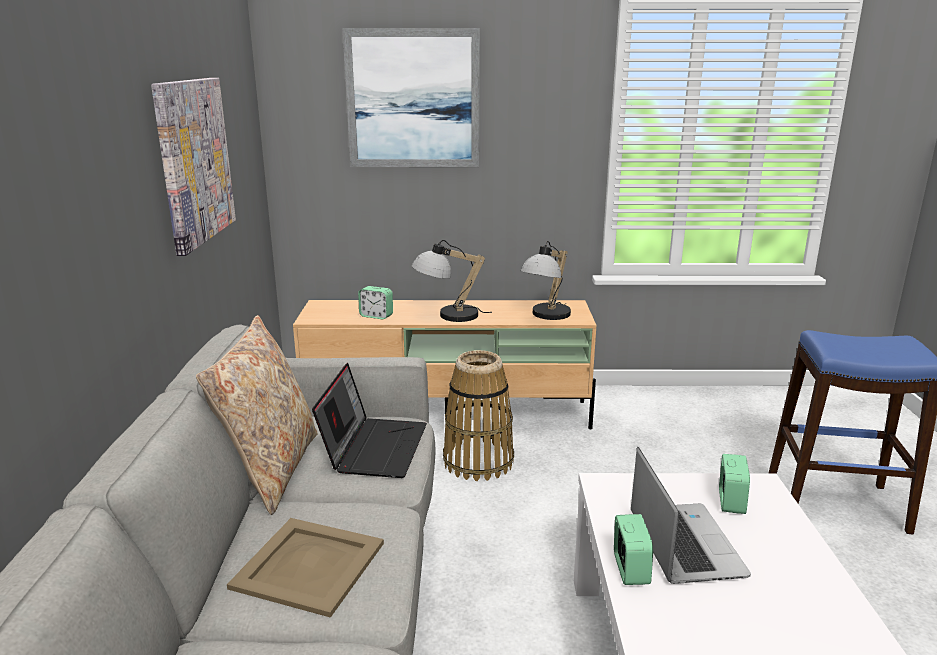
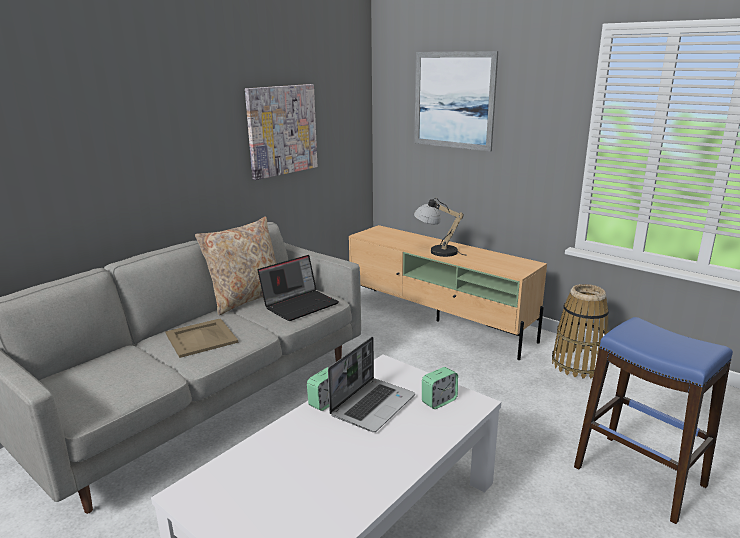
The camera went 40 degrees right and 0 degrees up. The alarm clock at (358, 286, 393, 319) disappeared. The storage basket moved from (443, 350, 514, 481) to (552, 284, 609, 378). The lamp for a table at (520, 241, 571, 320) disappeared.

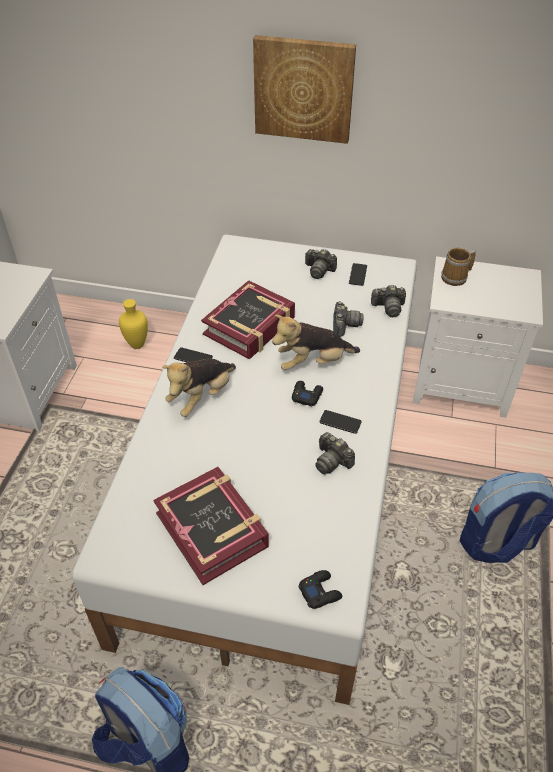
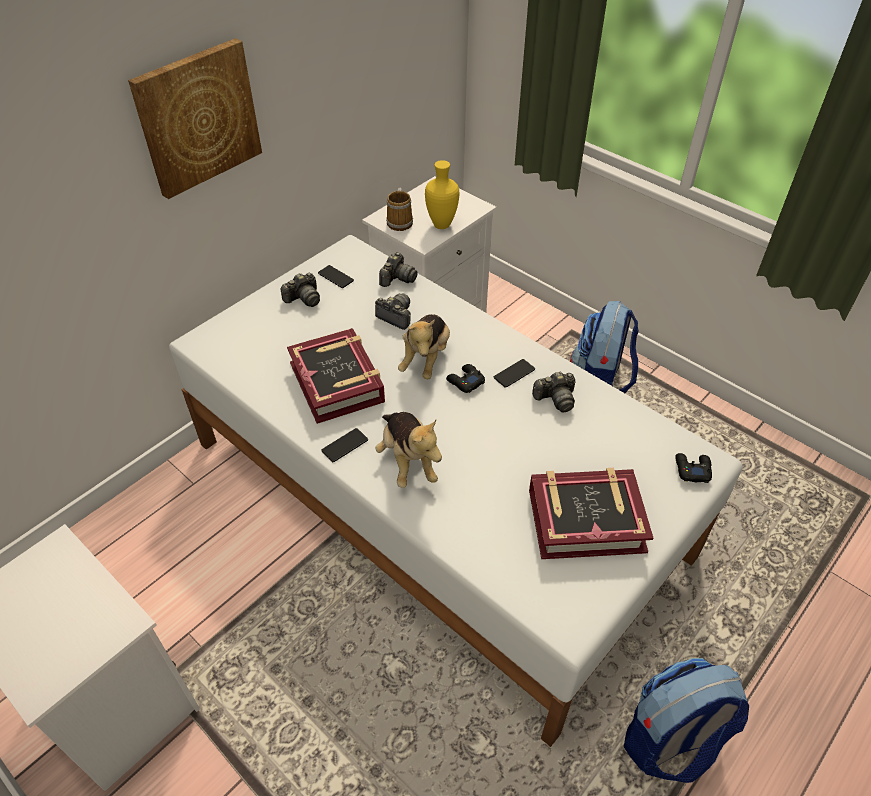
The camera went 60 degrees left and 0 degrees up. The yellowish vase moved from (119, 299, 148, 349) to (425, 160, 459, 229).

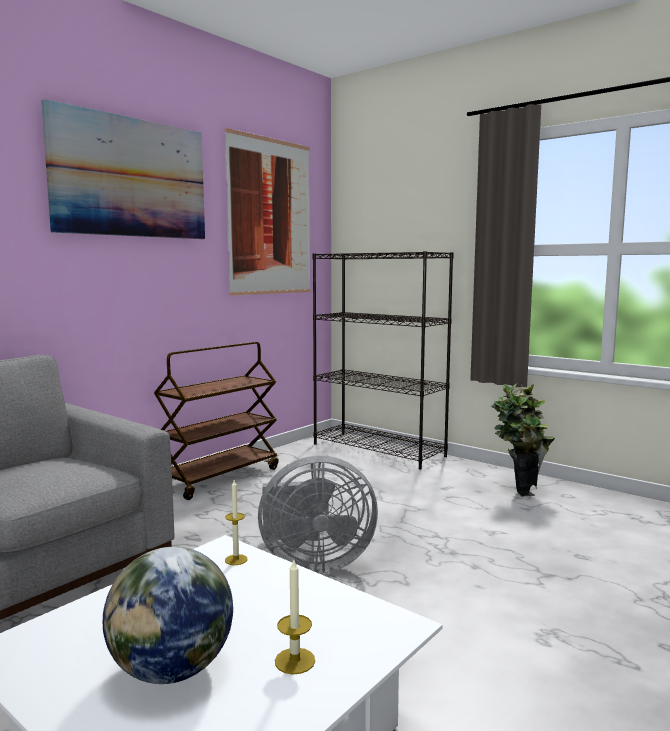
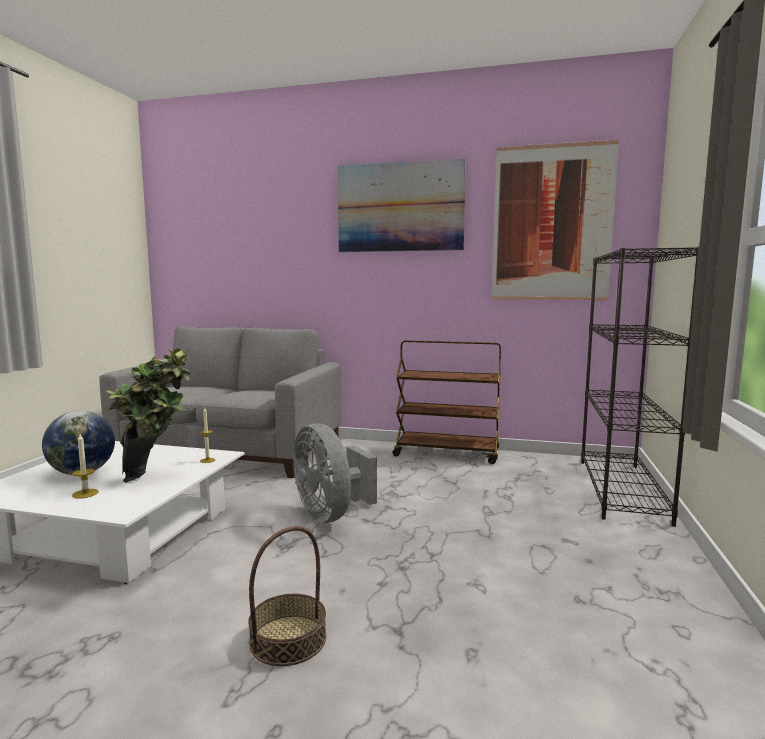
The camera went 65 degrees right and 0 degrees up. The plant in a pot moved from (491, 384, 555, 497) to (106, 348, 190, 483). The storage basket at (248, 526, 326, 666) appeared.

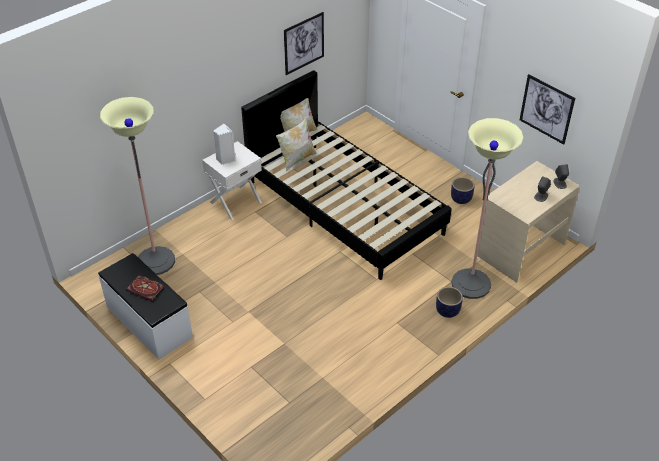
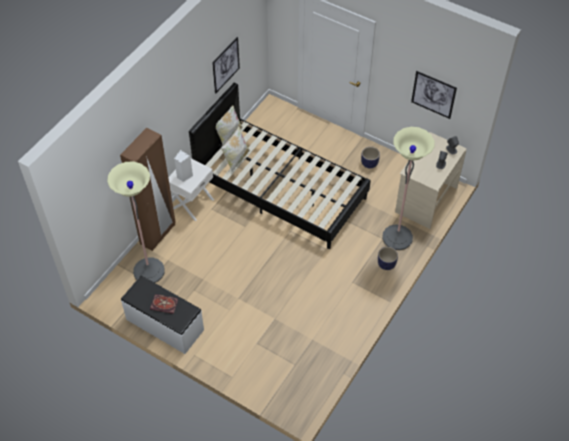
The camera went 15 degrees left and 10 degrees up. The brown wardrobe at (120, 128, 176, 251) appeared.

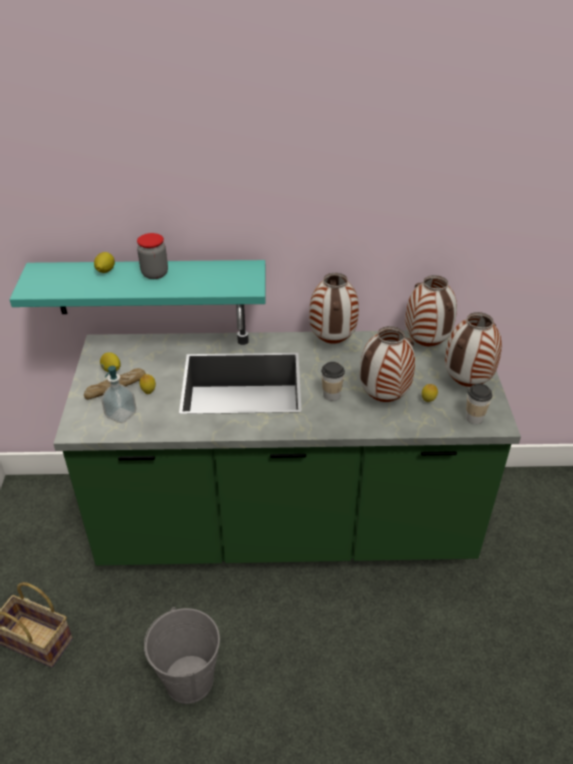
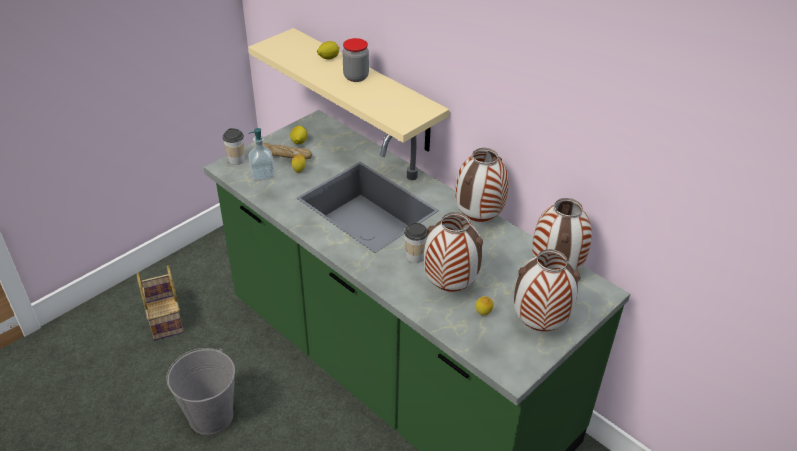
The camera went 45 degrees right and 0 degrees up. The blue-green bracket shelf at (9, 260, 265, 314) became the beige-coloured bracket shelf at (248, 28, 449, 152). The cup moved from (466, 384, 492, 424) to (223, 128, 245, 165).

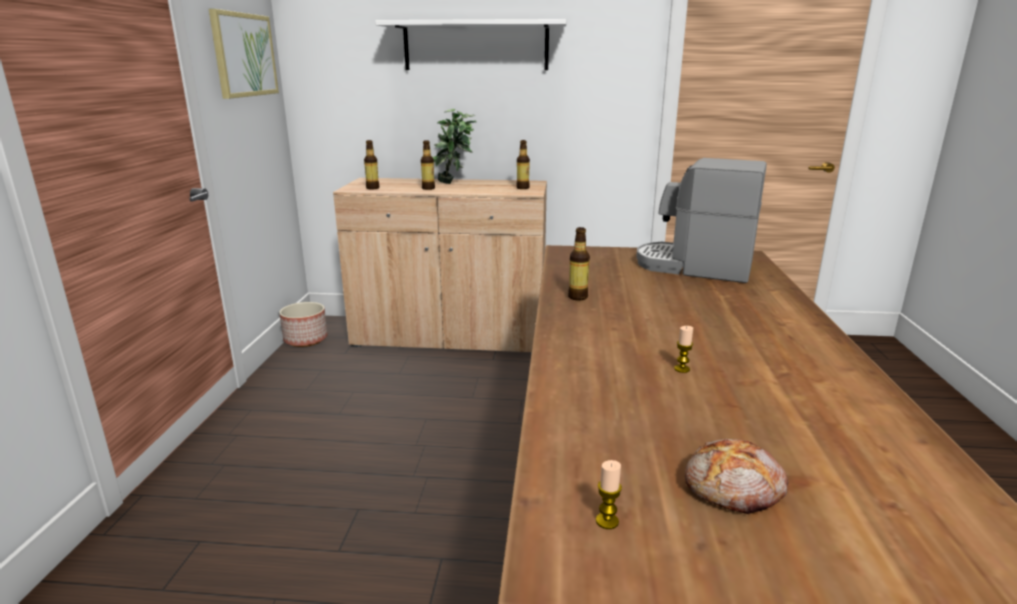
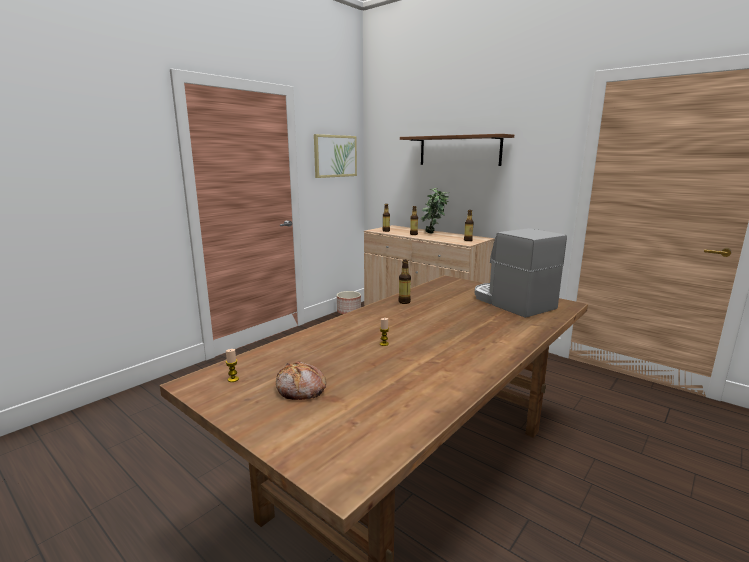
The camera went 35 degrees right and 5 degrees down. The white bracket shelf at (375, 19, 566, 70) became the brown bracket shelf at (400, 134, 514, 166).

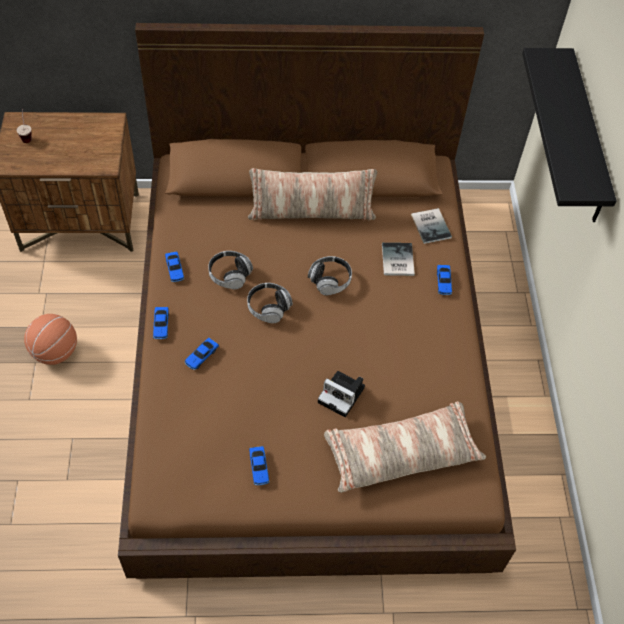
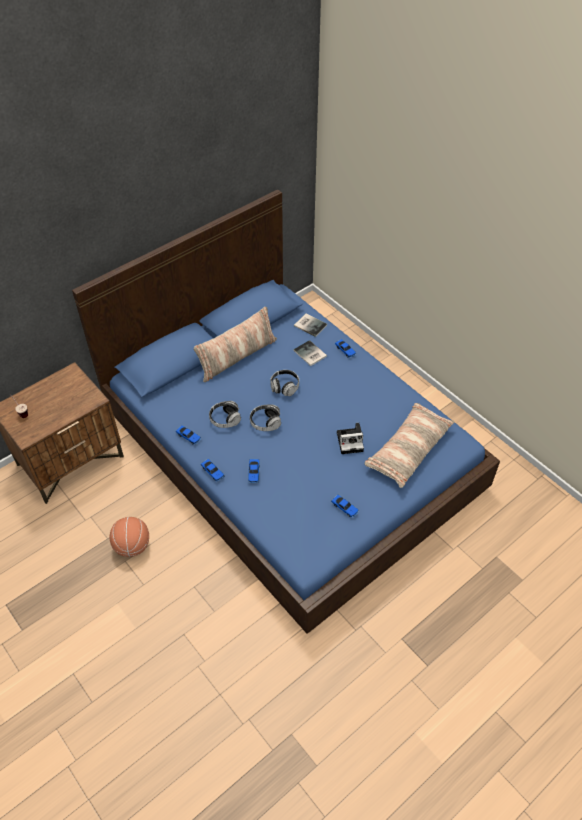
The camera went 35 degrees left and 5 degrees down. The brown bed at (118, 23, 516, 579) became the bluish bed at (72, 189, 500, 634). The black bracket shelf at (522, 48, 617, 222) disappeared.

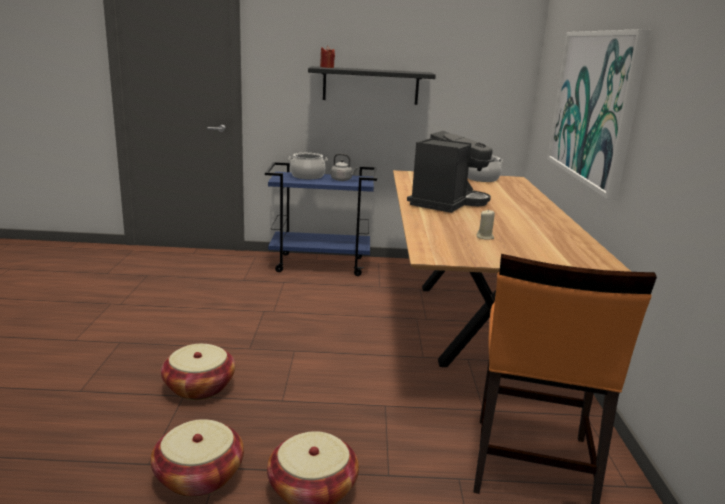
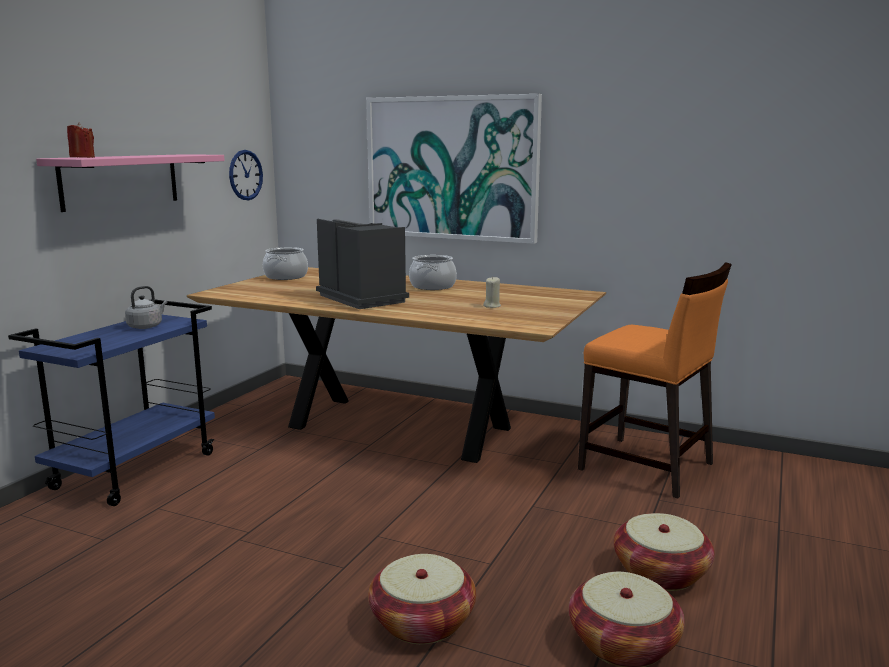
The camera went 65 degrees left and 5 degrees down. The saucepot moved from (288, 153, 328, 179) to (409, 255, 457, 290). The black bracket shelf at (308, 66, 436, 105) became the pink bracket shelf at (36, 154, 225, 212). The wall clock at (229, 150, 263, 200) appeared.

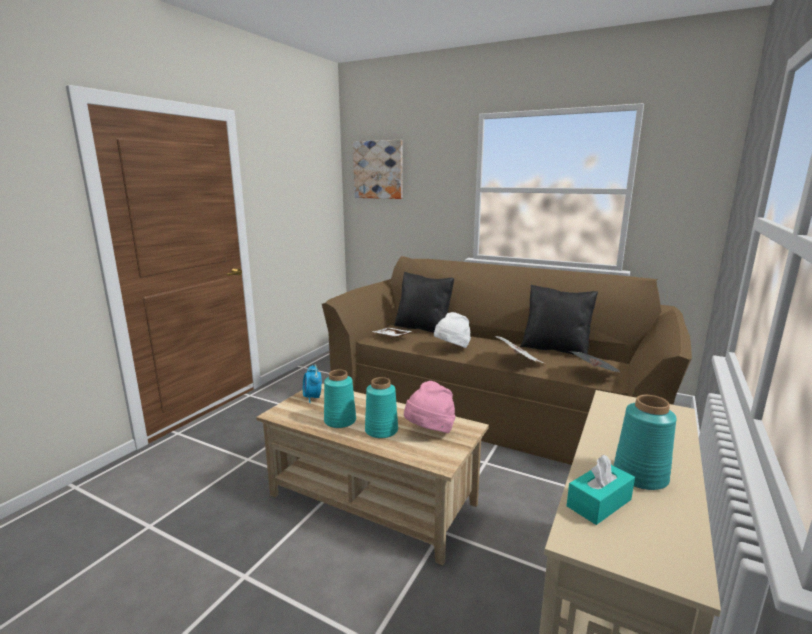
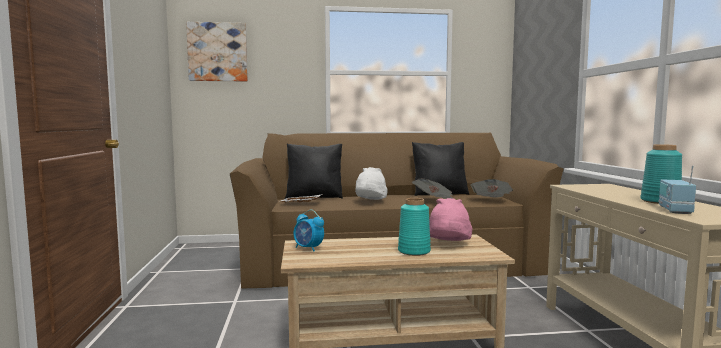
The camera went 35 degrees left and 10 degrees down. The blue-green vase at (324, 370, 356, 428) disappeared. The blue-green box of tissues at (567, 455, 635, 525) was replaced by the radio receiver at (658, 166, 696, 214).

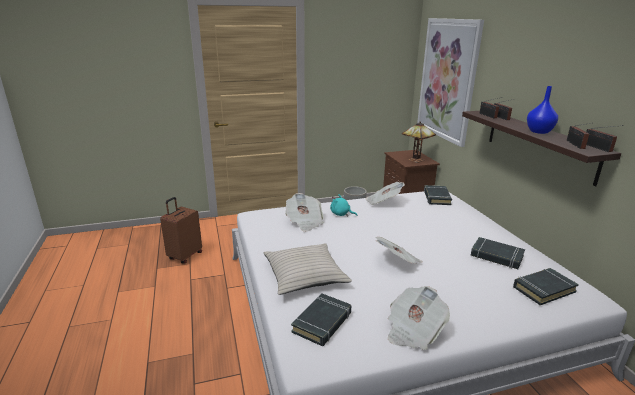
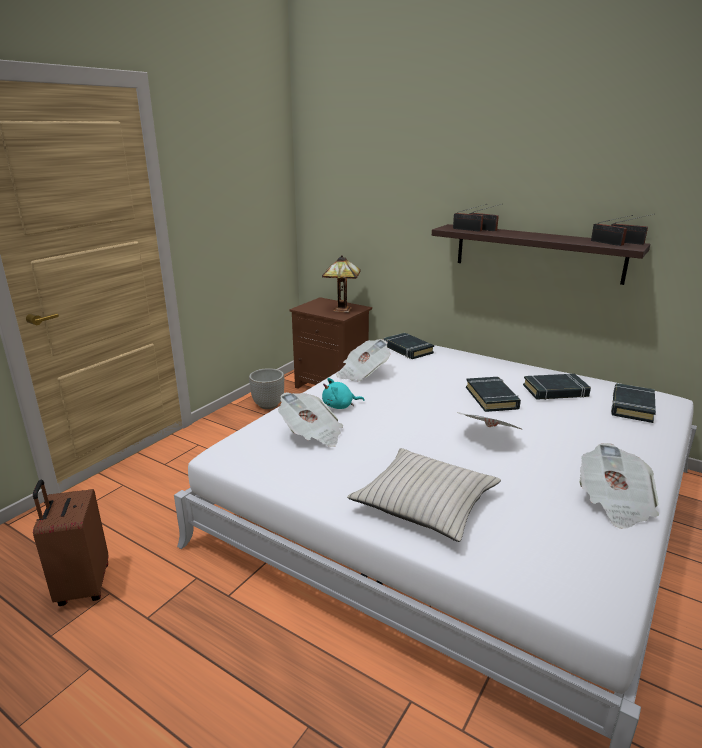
The camera went 40 degrees left and 0 degrees up. The black bound book moved from (291, 293, 351, 346) to (466, 377, 521, 412). The wall art at (417, 18, 484, 147) disappeared. The bluish vase at (527, 86, 558, 134) disappeared.

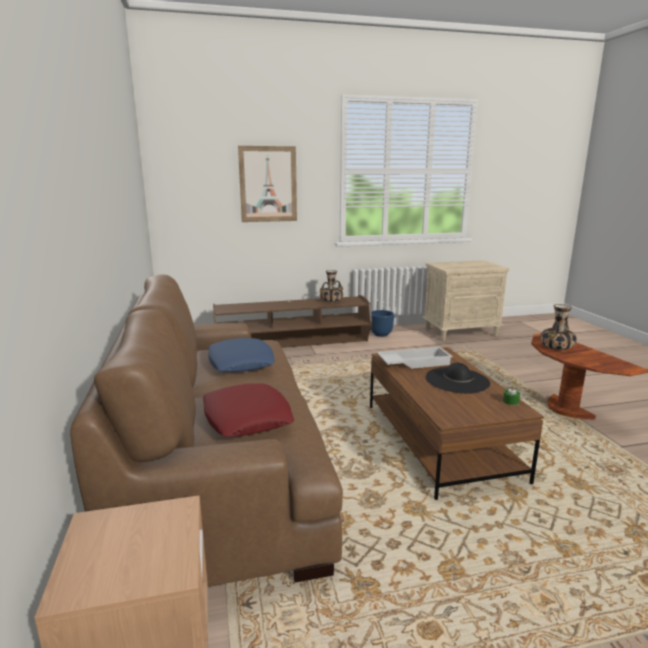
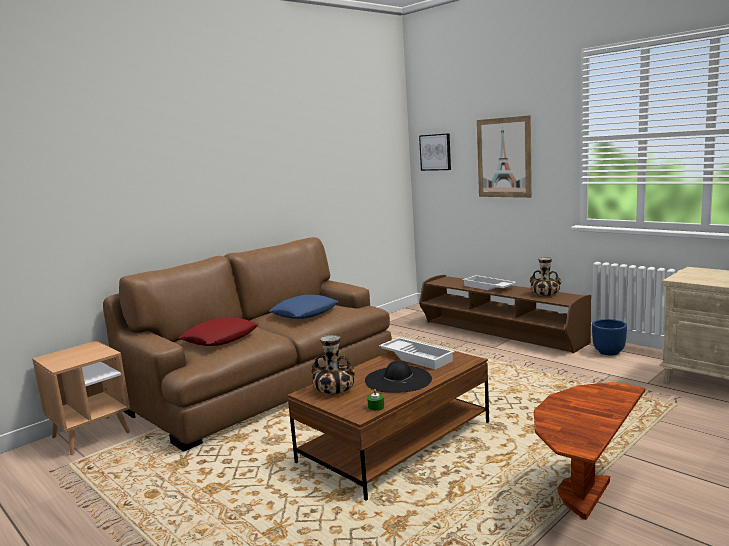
The camera went 60 degrees right and 5 degrees down. The vase moved from (540, 304, 577, 350) to (311, 335, 355, 394). The wall art at (419, 133, 451, 171) appeared. The white carrying tray at (462, 275, 517, 290) appeared.

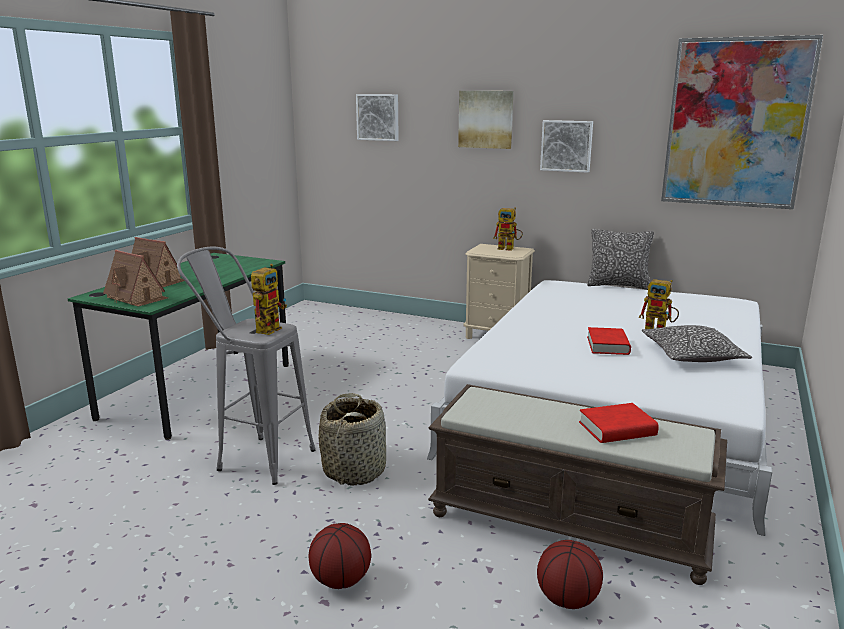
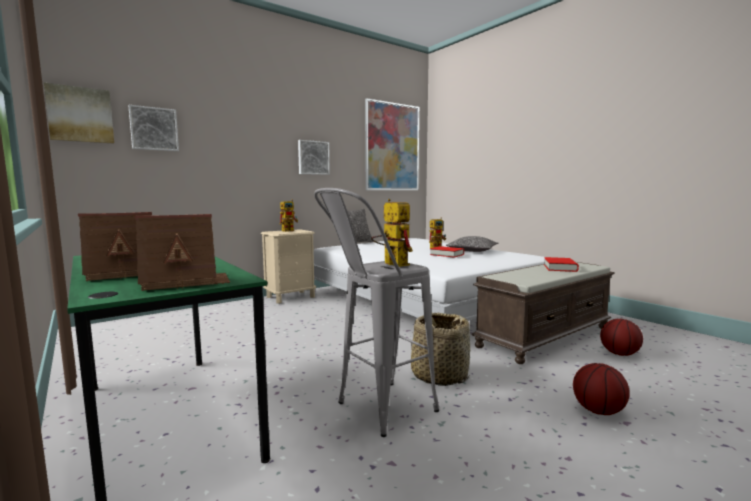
The camera went 60 degrees left and 10 degrees down. The wall art moved from (458, 91, 514, 149) to (44, 83, 114, 143).

